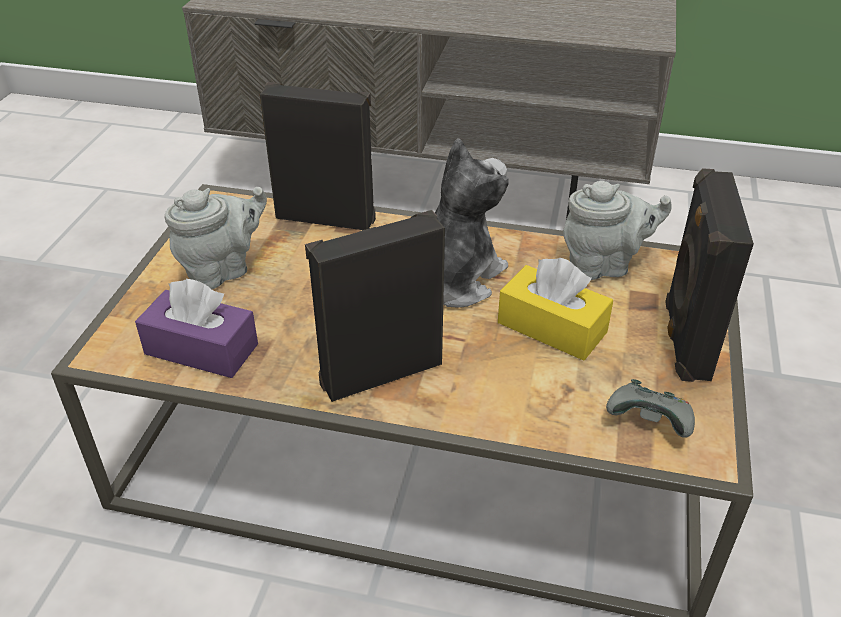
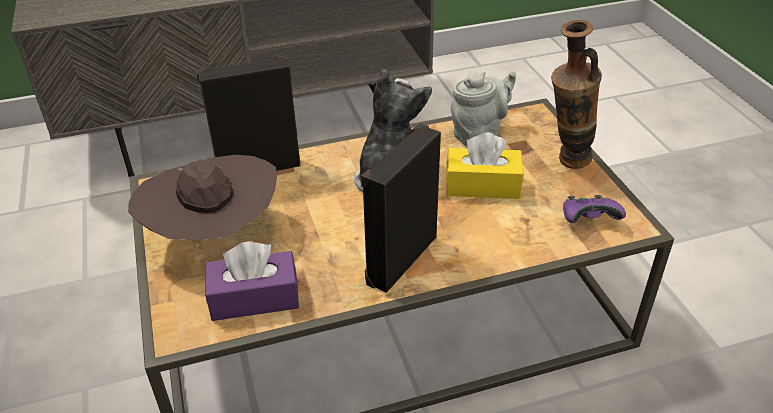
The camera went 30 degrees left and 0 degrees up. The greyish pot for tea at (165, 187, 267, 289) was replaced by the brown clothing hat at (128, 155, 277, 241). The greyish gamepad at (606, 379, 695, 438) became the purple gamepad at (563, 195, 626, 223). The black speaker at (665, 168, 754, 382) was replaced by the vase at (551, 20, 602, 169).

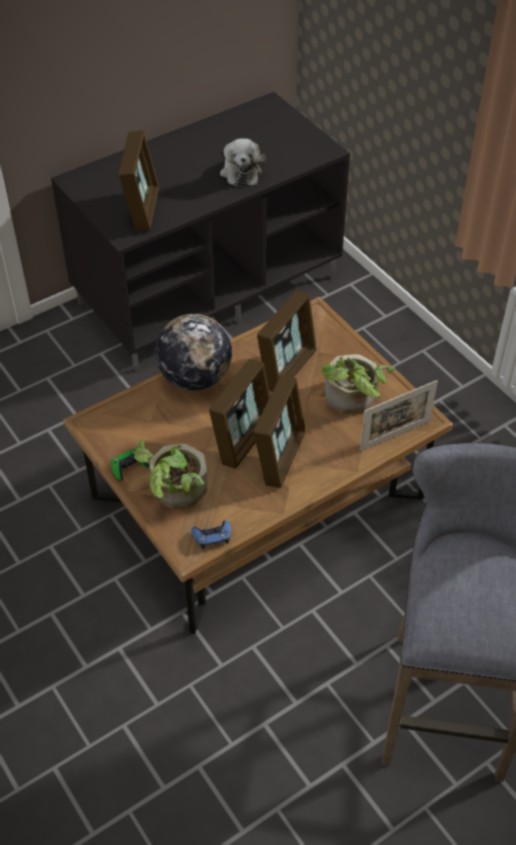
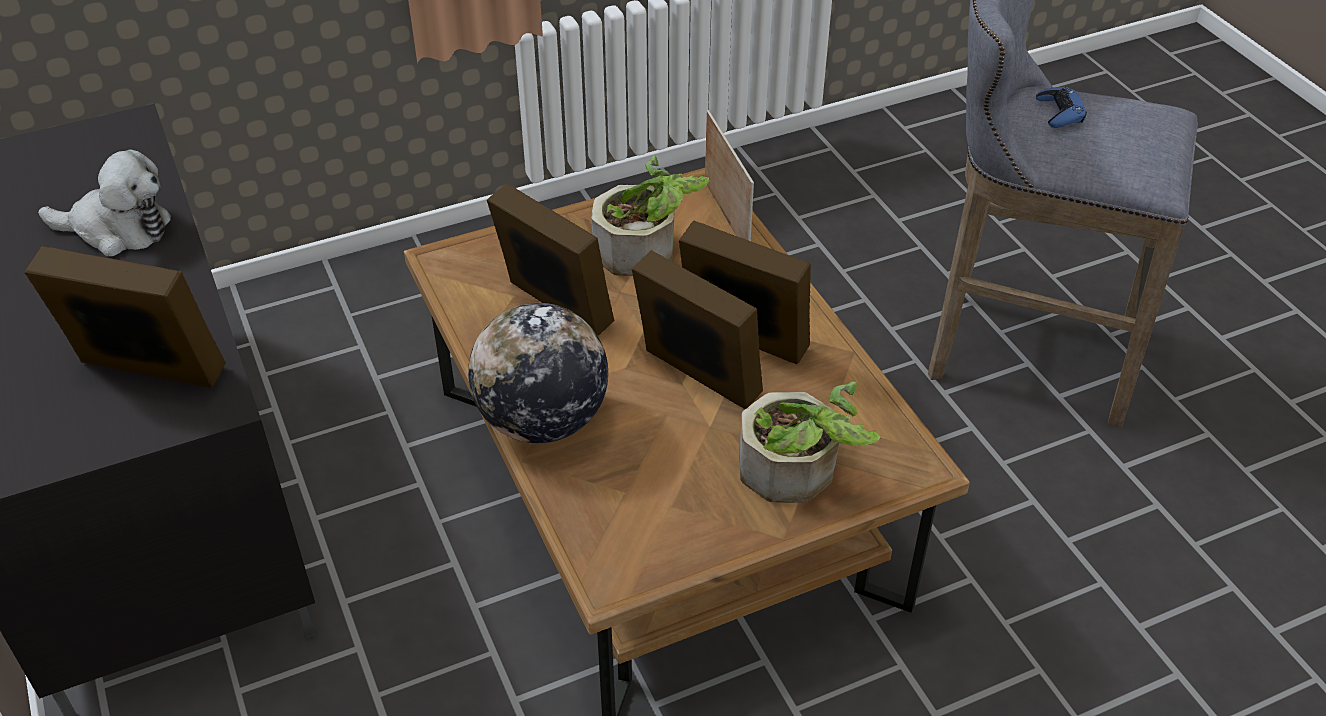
The camera went 80 degrees left and 5 degrees down. The green-coloured gamepad at (111, 449, 150, 481) disappeared. The bluish gamepad moved from (191, 520, 231, 549) to (1036, 86, 1087, 128).

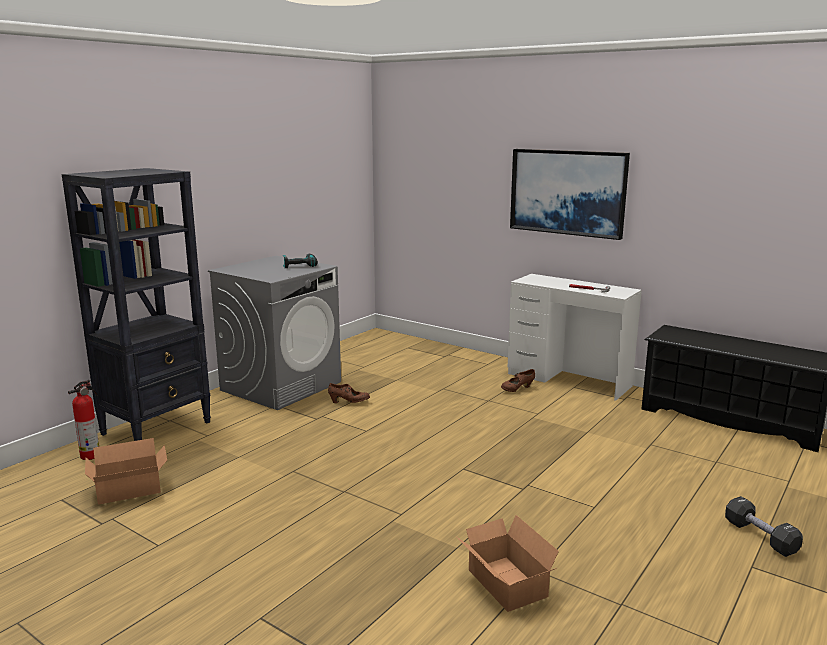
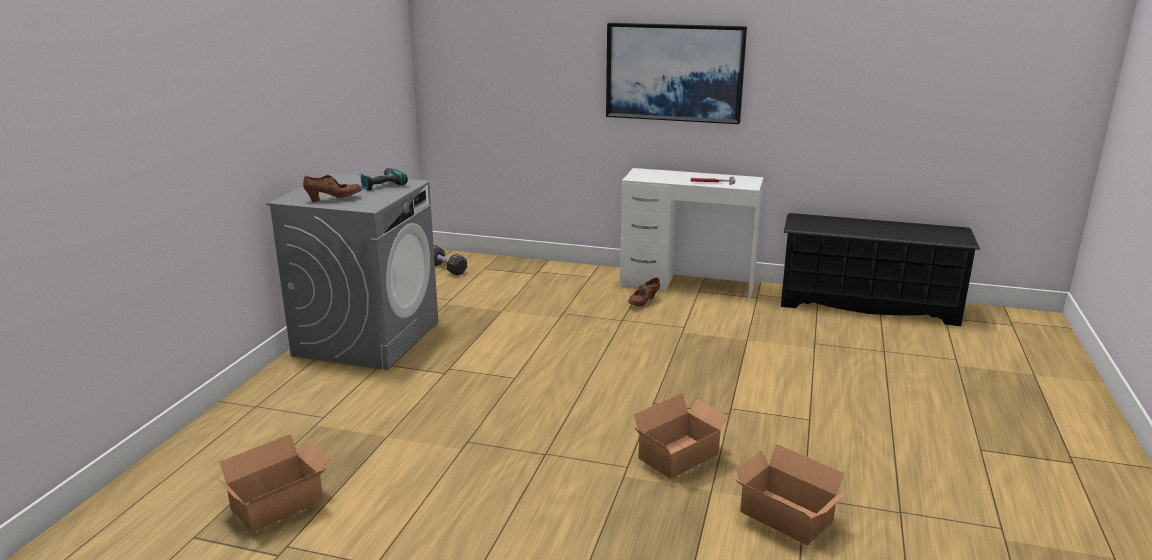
The camera went 20 degrees left and 5 degrees up. The black shelving unit at (62, 168, 211, 441) disappeared. The extinguisher at (68, 380, 99, 460) disappeared. The brown item of footwear moved from (328, 383, 370, 403) to (303, 175, 362, 202). The black free weight moved from (725, 496, 803, 557) to (434, 245, 467, 275). The packing box at (634, 393, 728, 479) appeared.

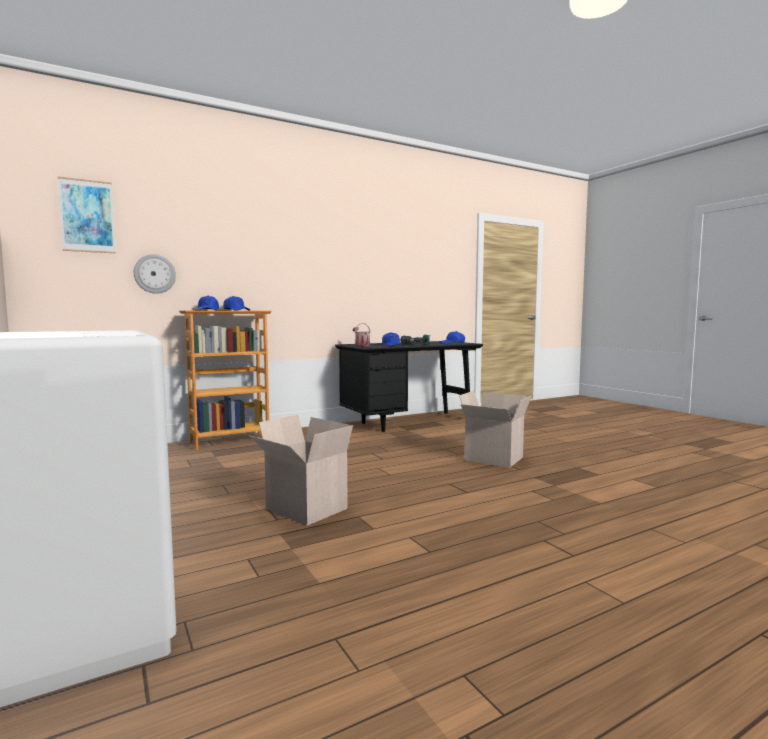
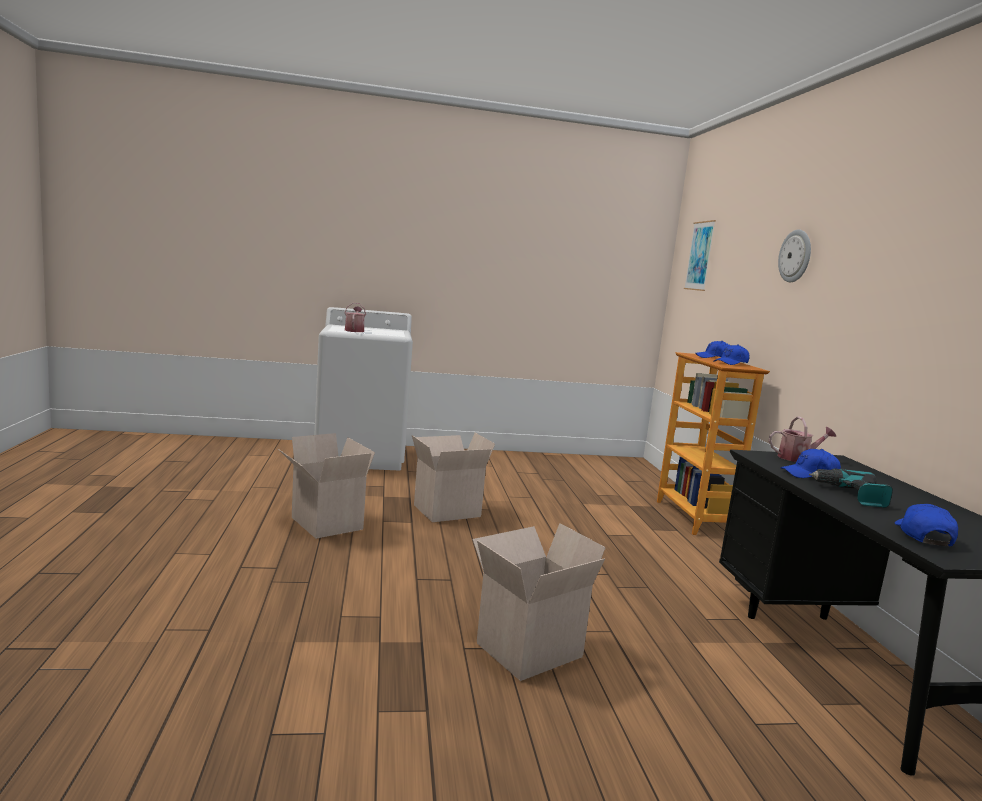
The camera went 110 degrees right and 5 degrees up. The wall clock moved from (134, 254, 176, 294) to (778, 229, 811, 282). The packing box at (278, 433, 375, 539) appeared. The sprinkling can at (345, 303, 366, 332) appeared.

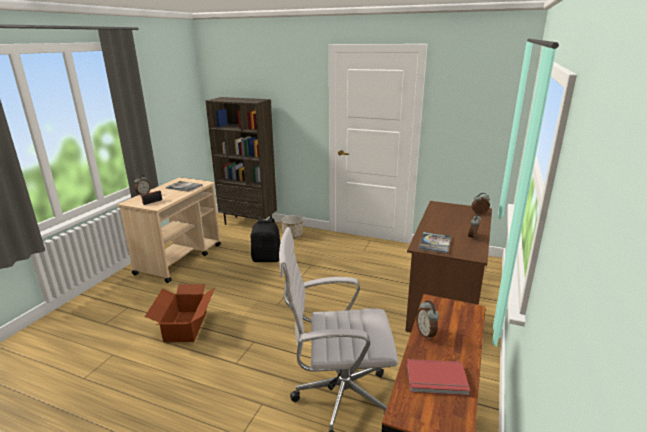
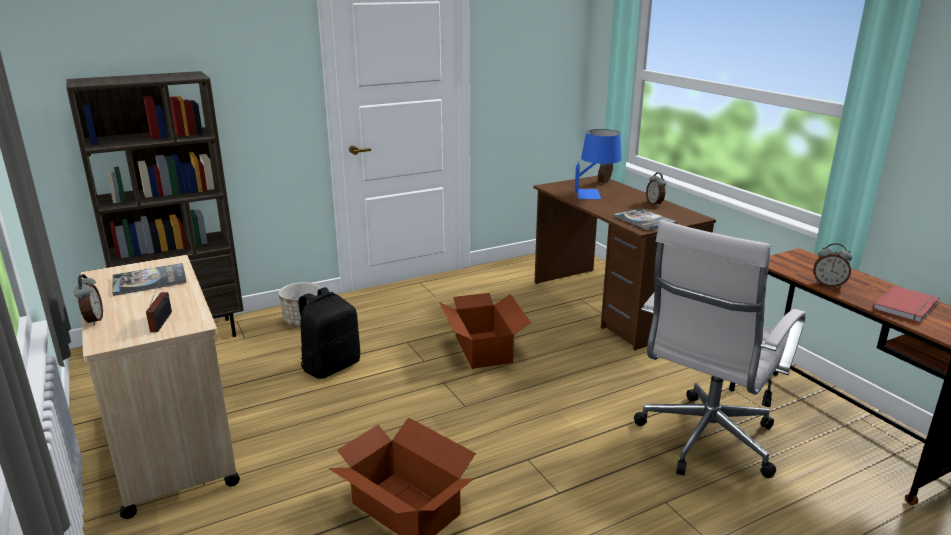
The camera went 50 degrees left and 0 degrees up. The packing box at (439, 293, 531, 369) appeared. The bluish lamp for a table at (575, 129, 622, 199) appeared.

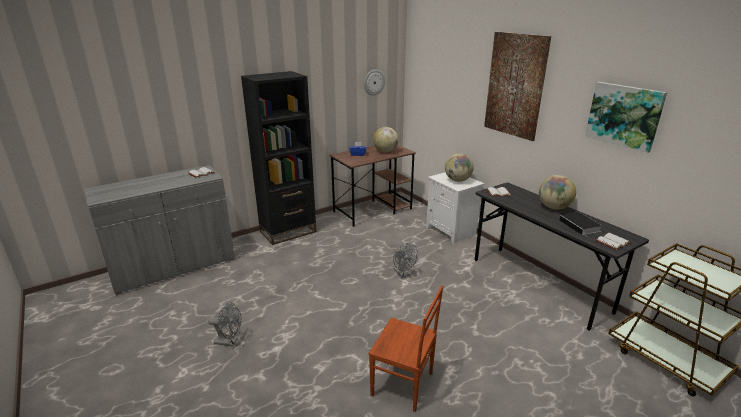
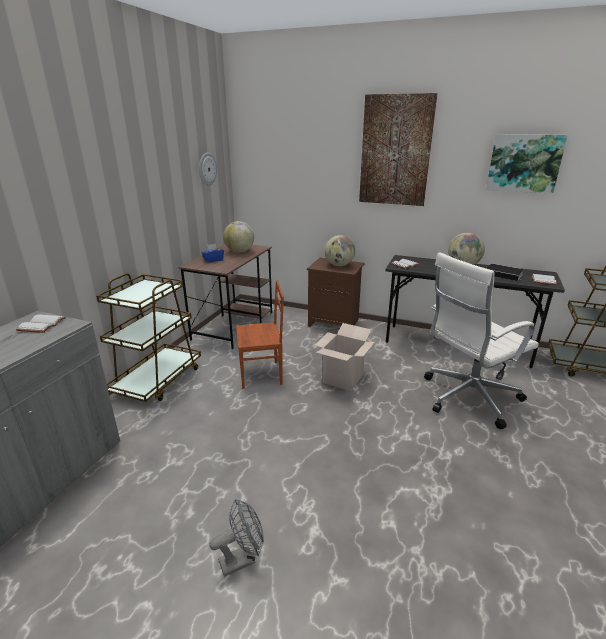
The camera went 35 degrees left and 0 degrees up. The black shelving unit at (241, 71, 317, 245) was replaced by the brown wheeled cart at (96, 273, 201, 402). The brown chair moved from (369, 285, 443, 412) to (236, 280, 284, 389). The greyish fan at (393, 243, 418, 278) was replaced by the packing box at (315, 323, 375, 391). The white night table at (426, 172, 485, 244) became the brown night table at (307, 258, 365, 327). The white desk chair at (424, 252, 539, 429) appeared.

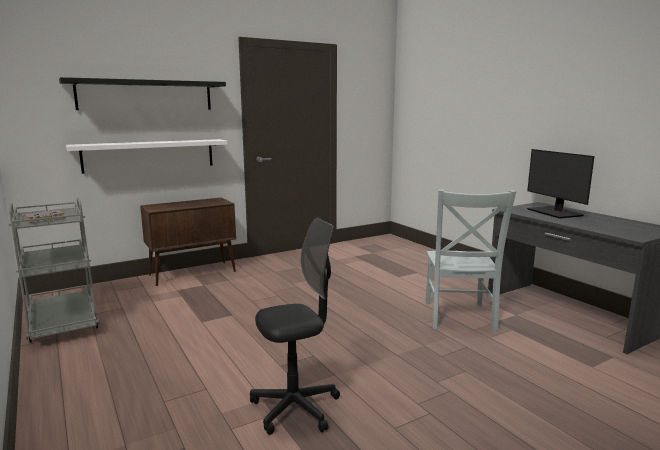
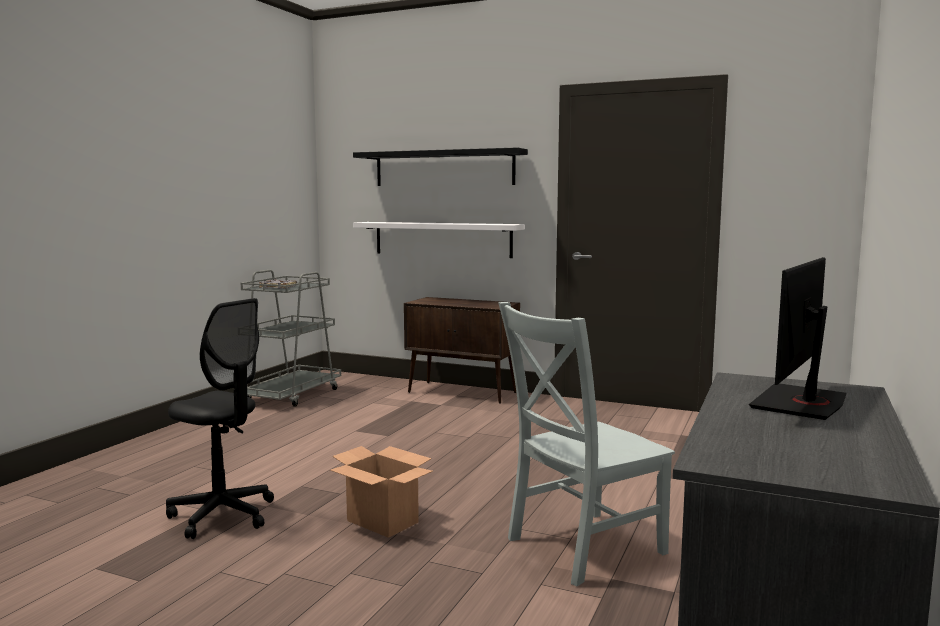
The camera went 55 degrees right and 5 degrees down. The packing box at (330, 446, 433, 538) appeared.

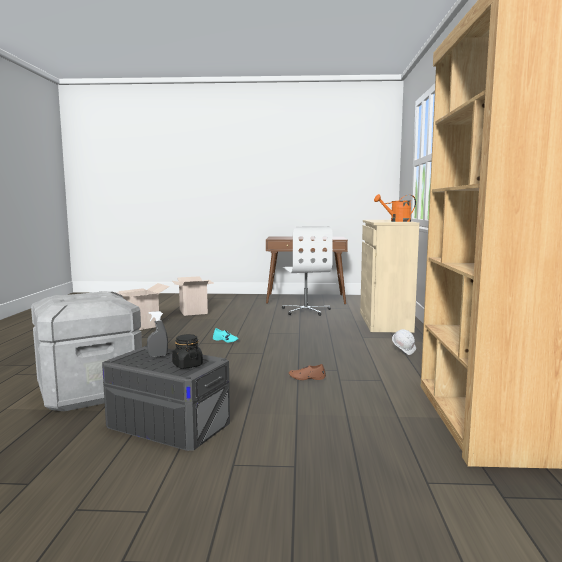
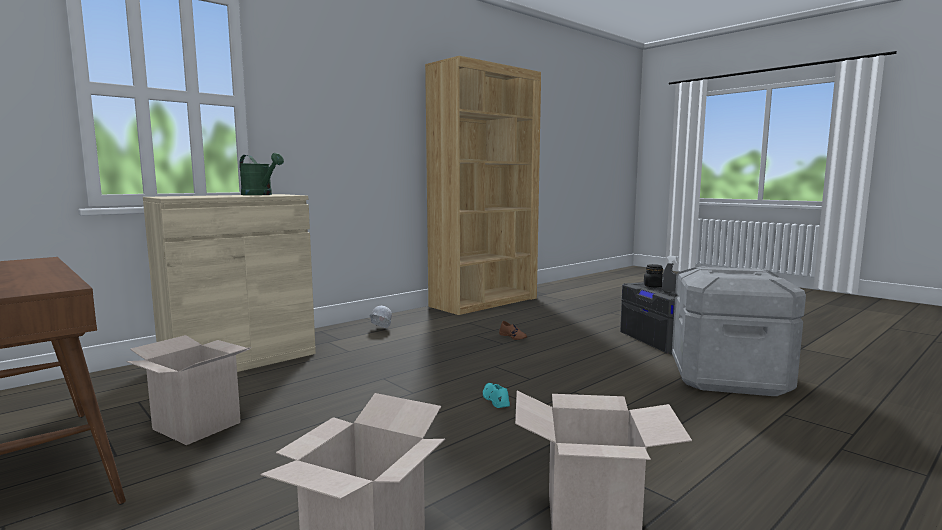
The camera went 135 degrees left and 0 degrees up. The white desk chair at (282, 226, 333, 316) was replaced by the packing box at (127, 335, 252, 445). The orange-coloured sprinkling can at (374, 194, 416, 222) became the green-coloured sprinkling can at (239, 153, 284, 195).

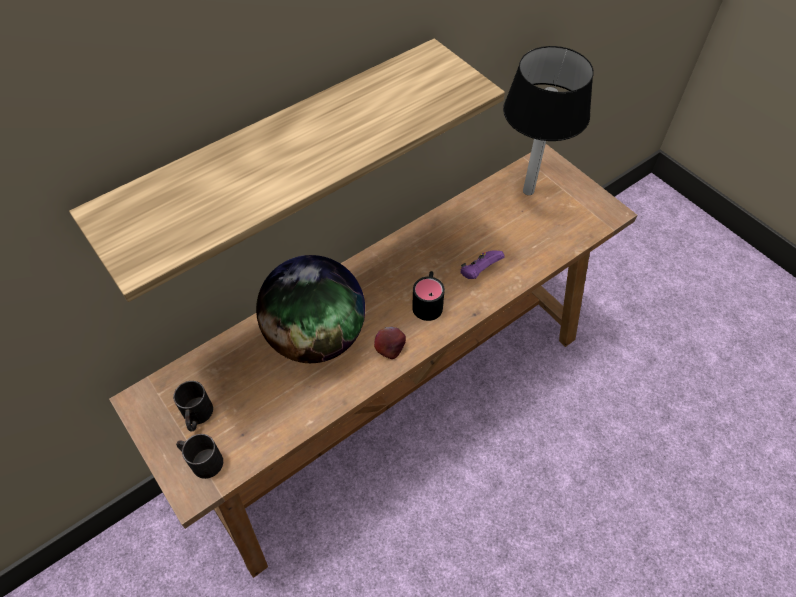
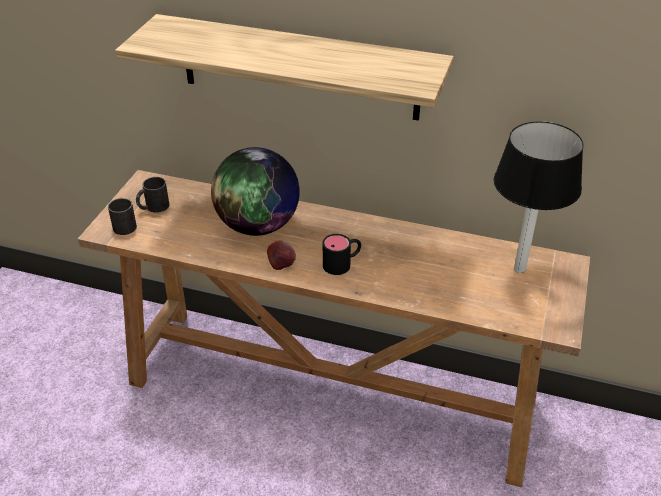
The camera went 55 degrees right and 15 degrees down. The purple gamepad at (460, 250, 505, 279) disappeared.

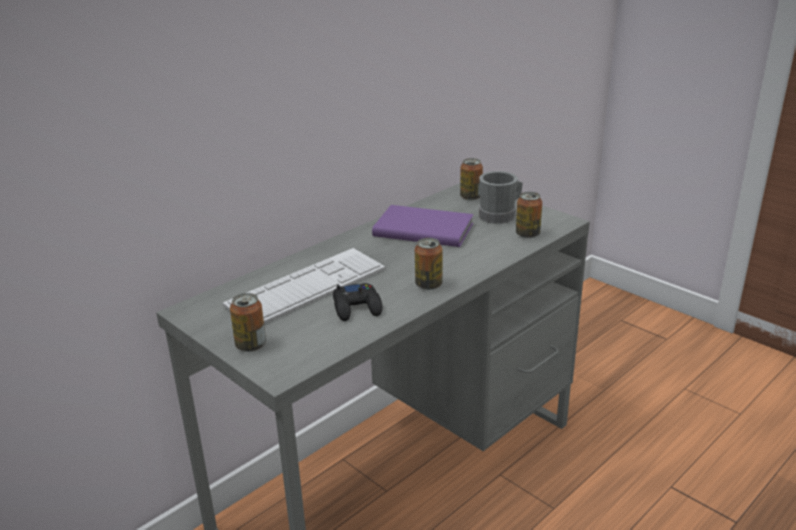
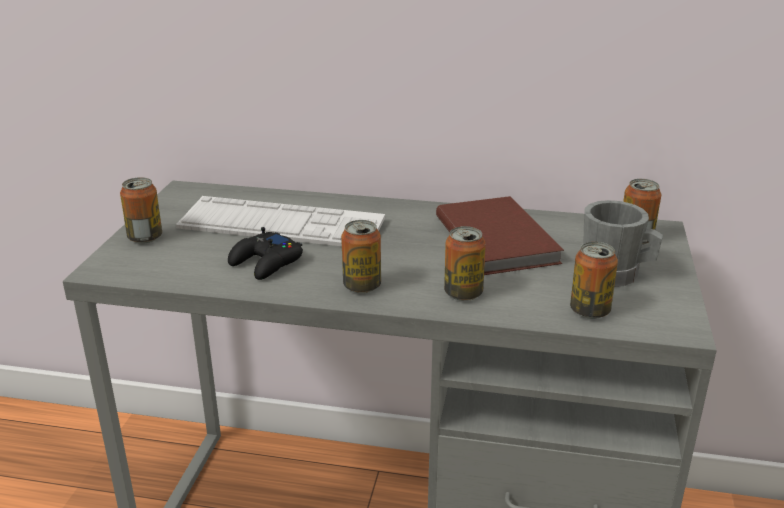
The camera went 55 degrees right and 0 degrees up. The purple bound book at (372, 205, 474, 247) became the brown bound book at (436, 196, 564, 275). The can at (444, 226, 486, 301) appeared.

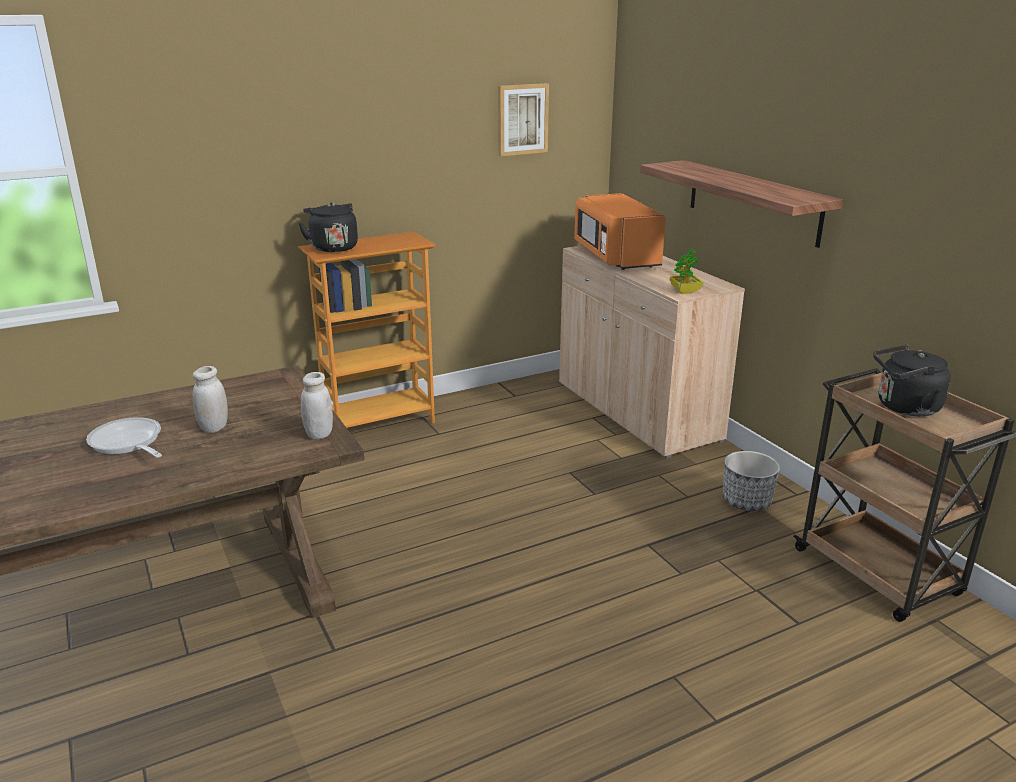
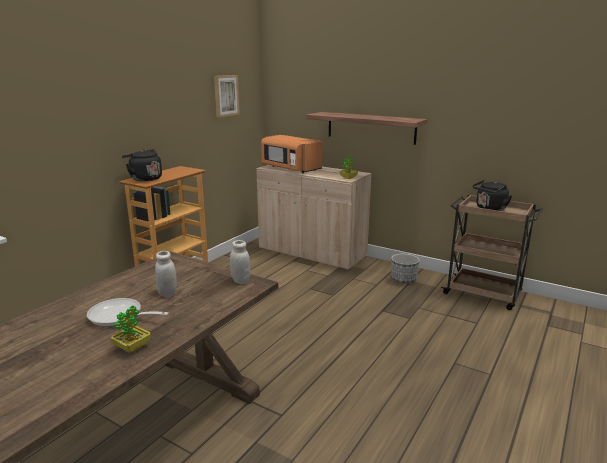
The camera went 30 degrees left and 5 degrees down. The plant in a pot at (110, 305, 151, 353) appeared.

